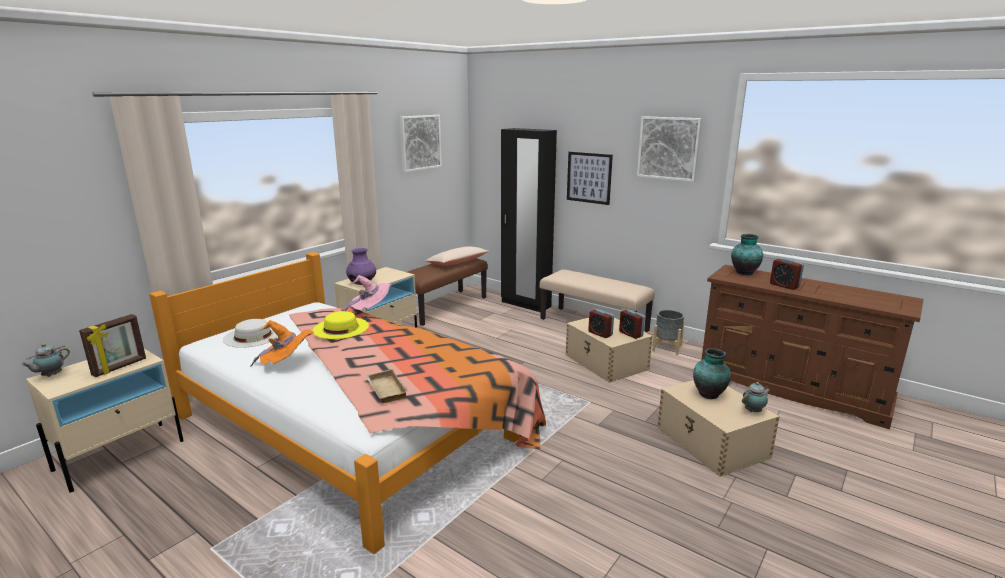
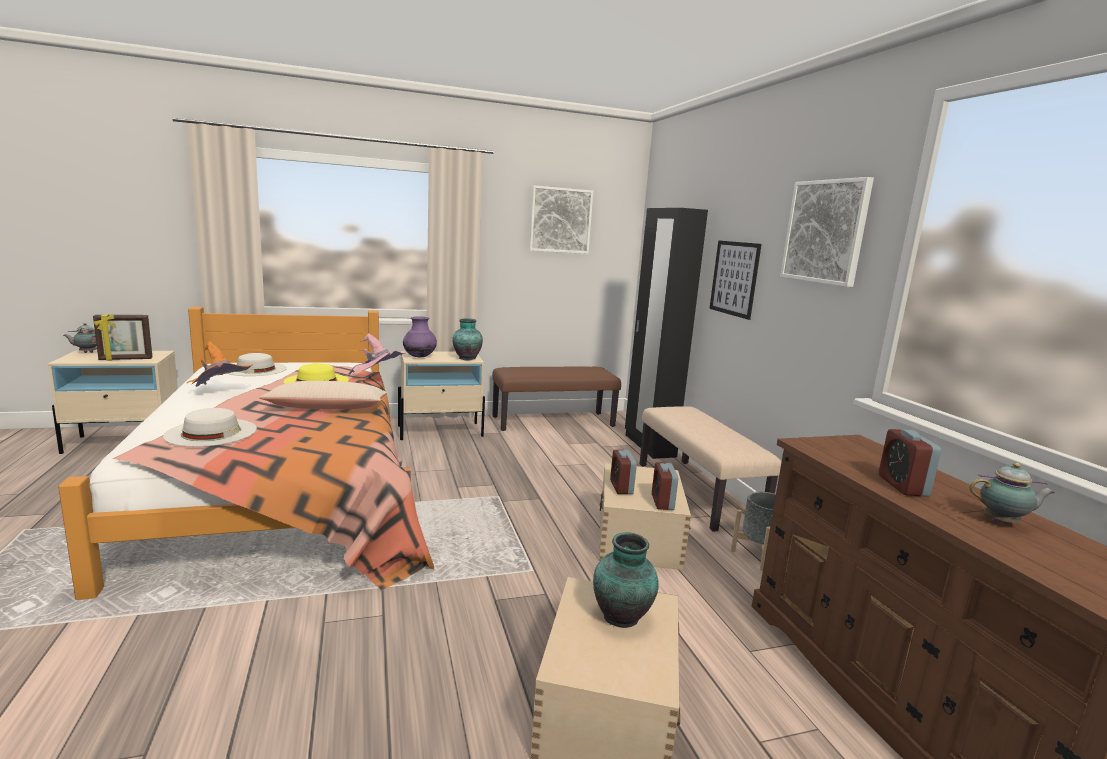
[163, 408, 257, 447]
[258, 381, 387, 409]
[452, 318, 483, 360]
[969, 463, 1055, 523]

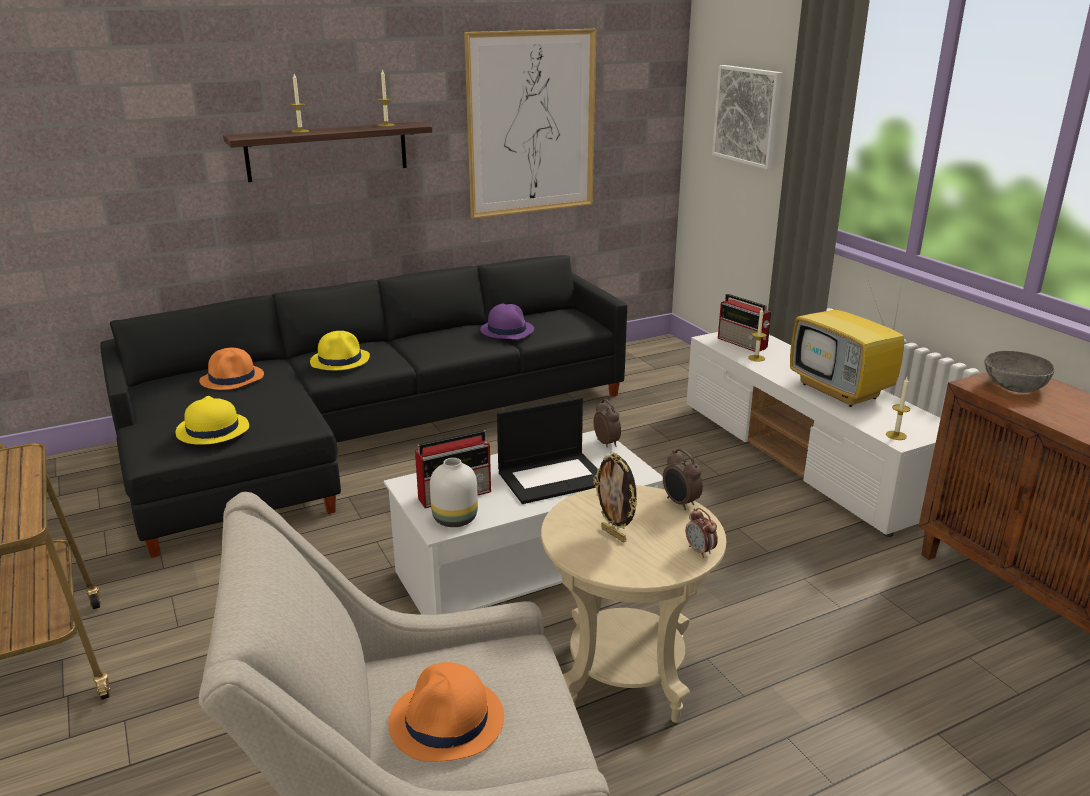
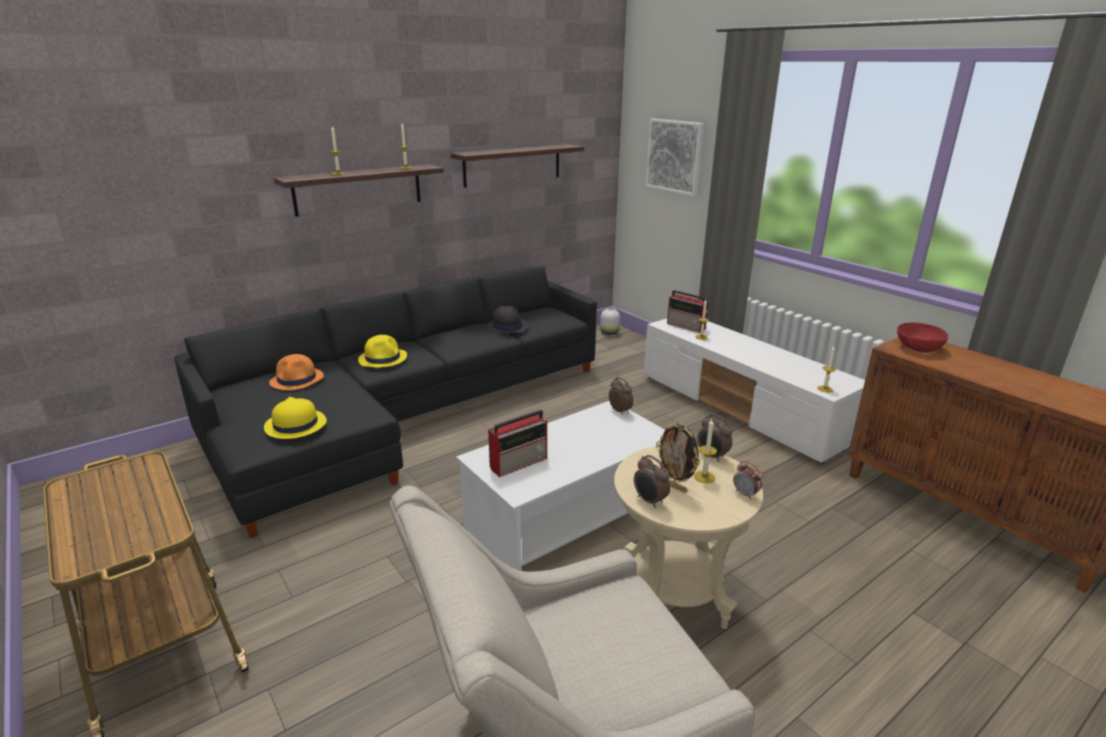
[388, 662, 504, 762] (first image)
[600, 306, 620, 335]
[451, 144, 584, 188]
[486, 306, 529, 333]
[497, 397, 598, 504] (first image)
[790, 278, 904, 407] (first image)
[897, 322, 948, 353]
[634, 455, 670, 508]
[694, 419, 717, 483]

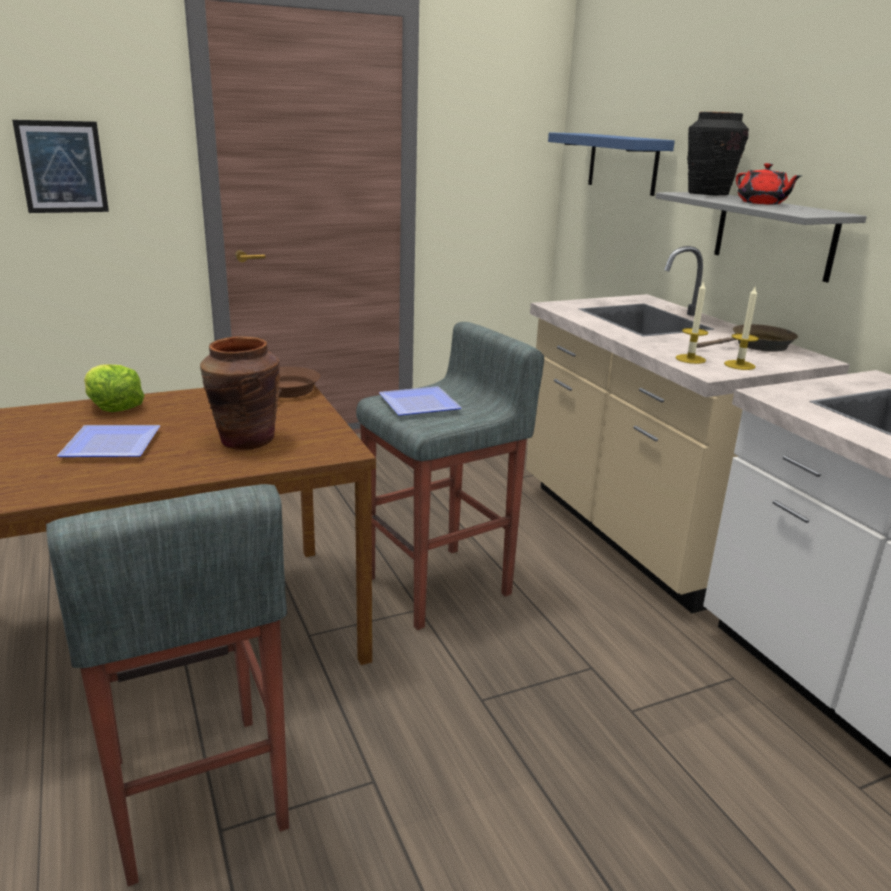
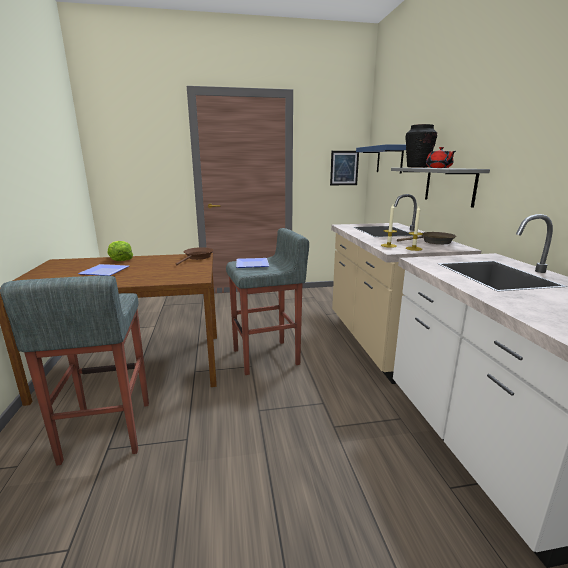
[330, 151, 359, 185]
[200, 337, 280, 450] (first image)

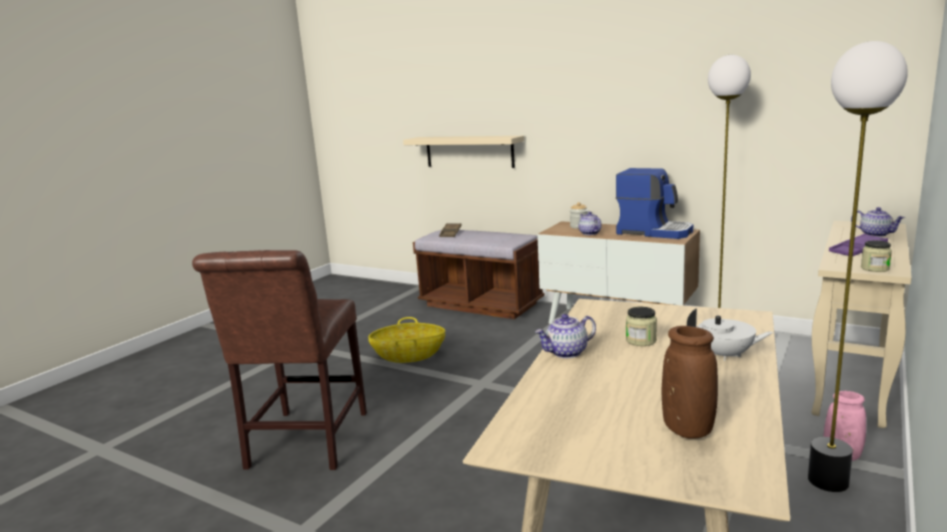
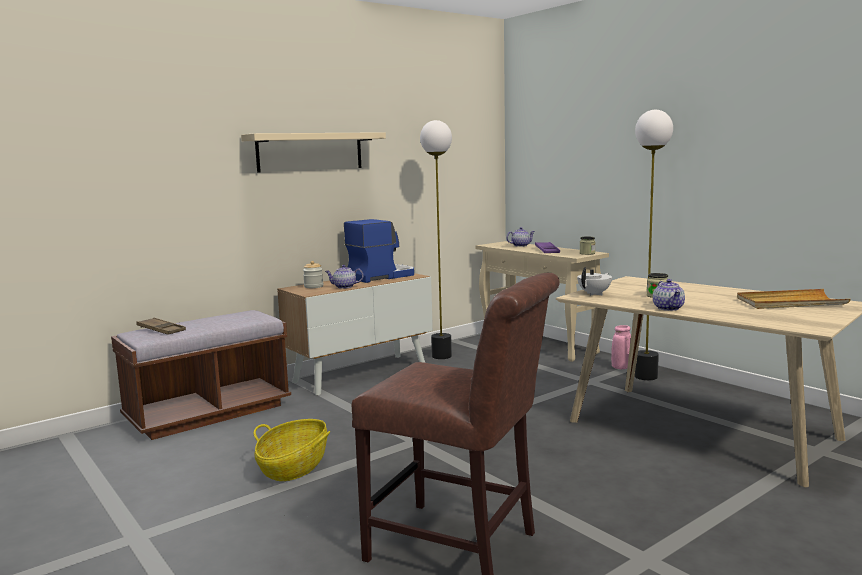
[241, 132, 386, 173]
[737, 289, 851, 309]
[577, 267, 612, 296]

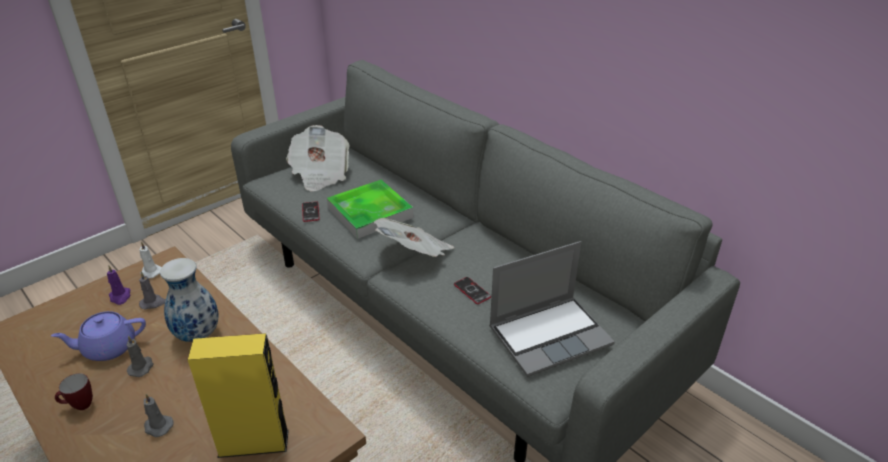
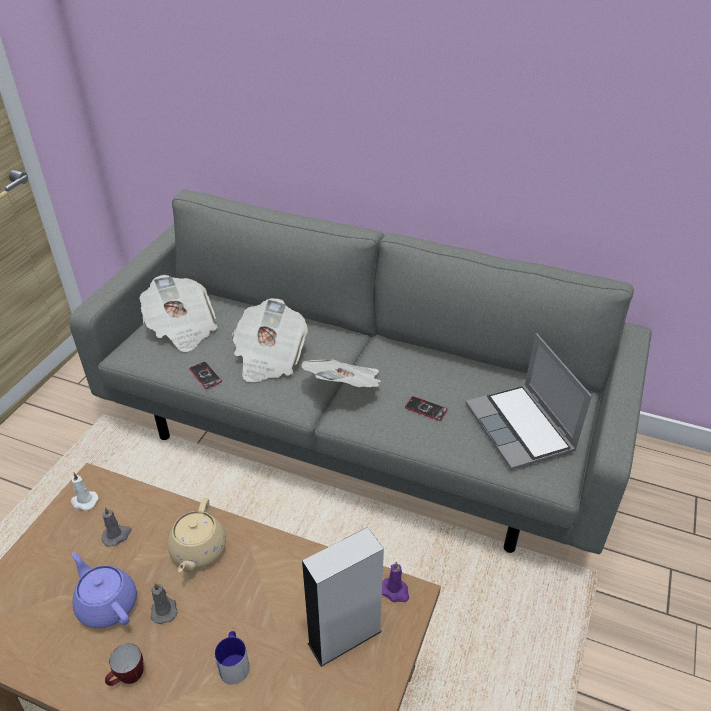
[72, 552, 137, 628]
[382, 561, 409, 602]
[215, 631, 250, 684]
[168, 498, 226, 572]
[302, 527, 384, 667]
[232, 298, 308, 382]
[466, 333, 592, 470]

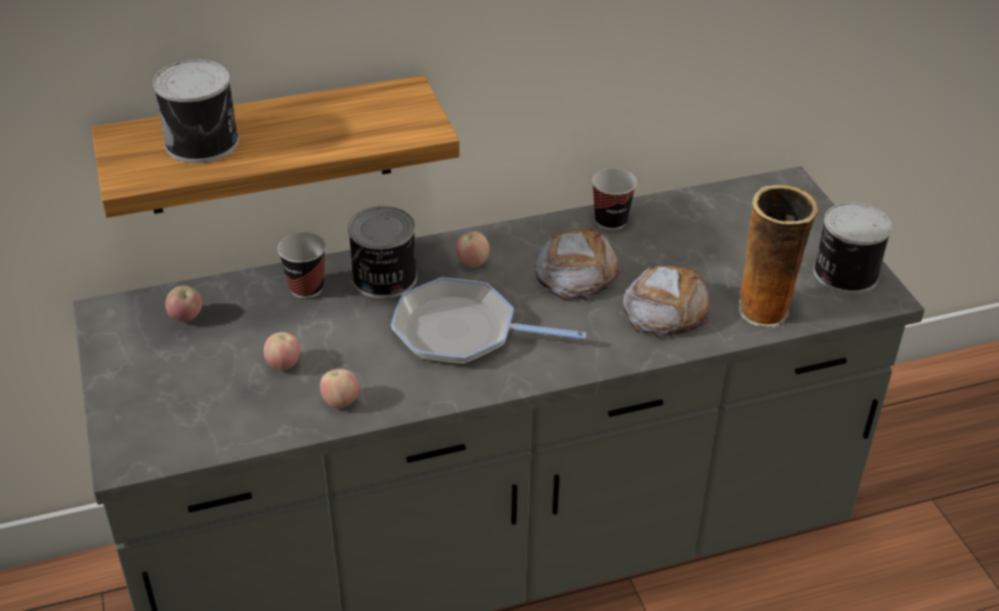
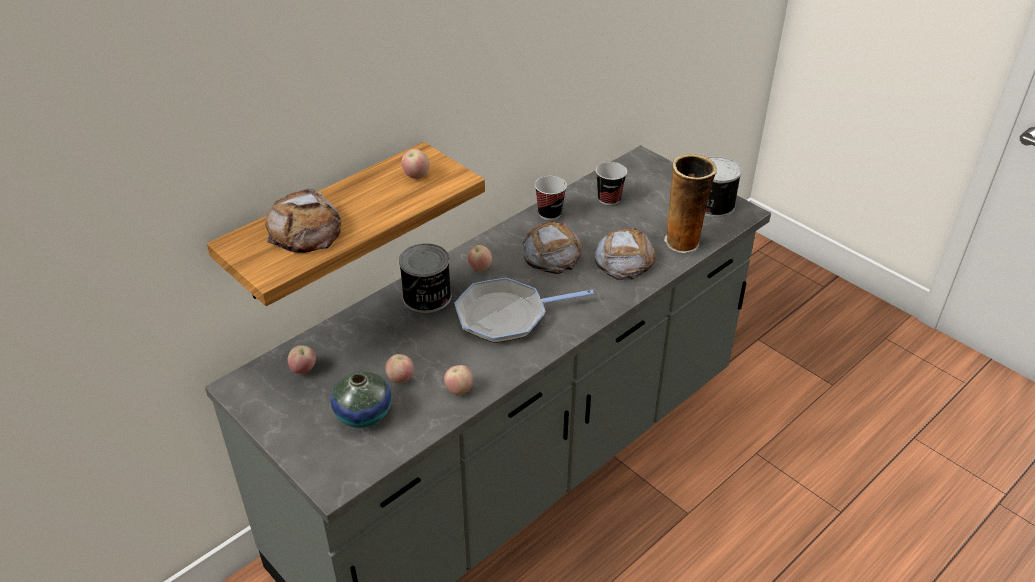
[265, 188, 341, 253]
[596, 162, 627, 205]
[330, 371, 392, 428]
[401, 149, 430, 179]

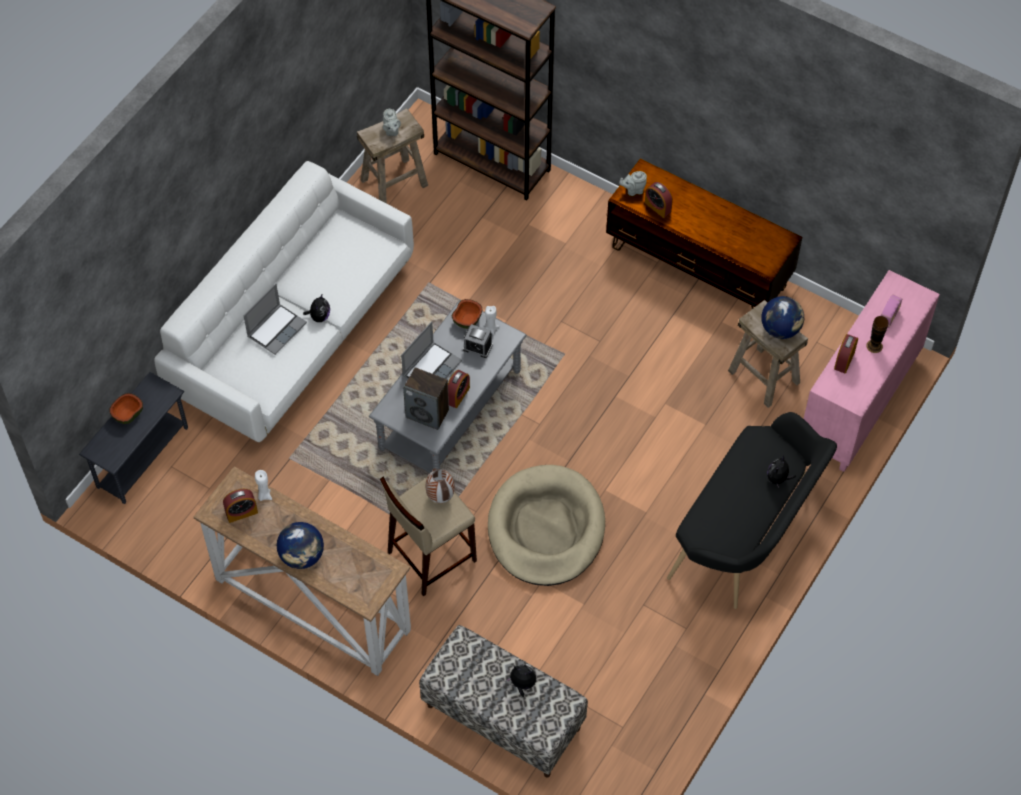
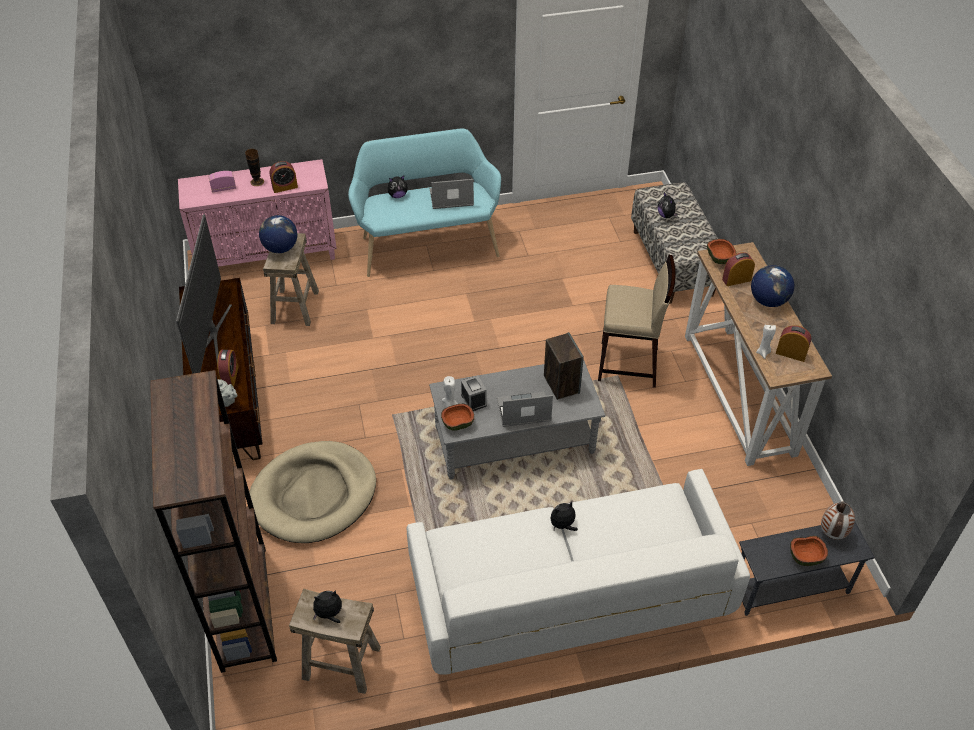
[430, 179, 474, 209]
[313, 590, 342, 623]
[821, 501, 855, 540]
[722, 252, 755, 286]
[249, 441, 376, 543]
[348, 129, 501, 277]
[176, 214, 232, 374]
[707, 239, 737, 264]

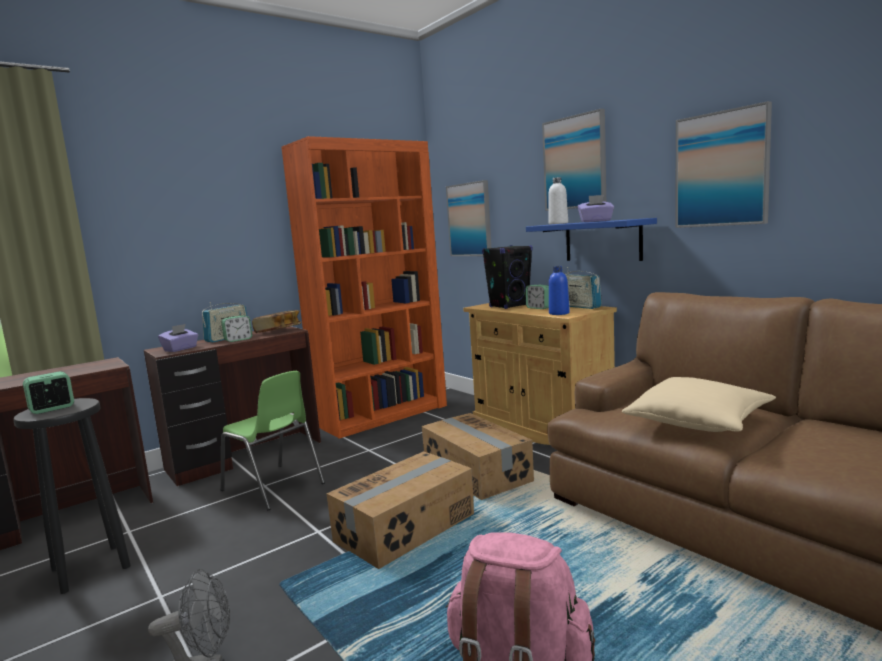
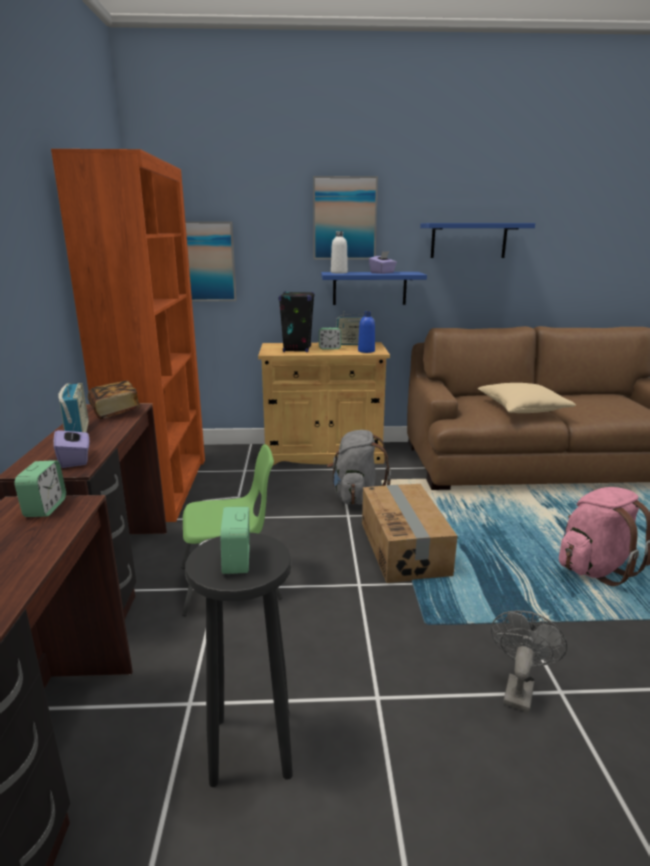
[15, 461, 66, 517]
[327, 430, 391, 505]
[420, 223, 535, 258]

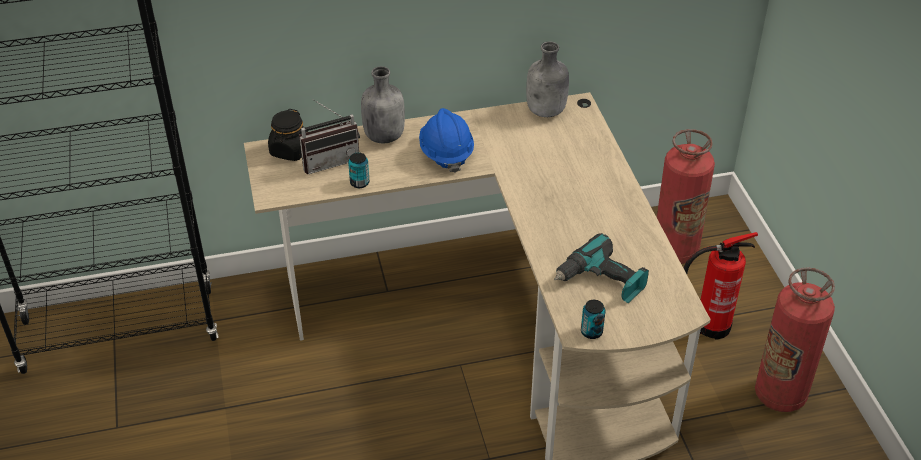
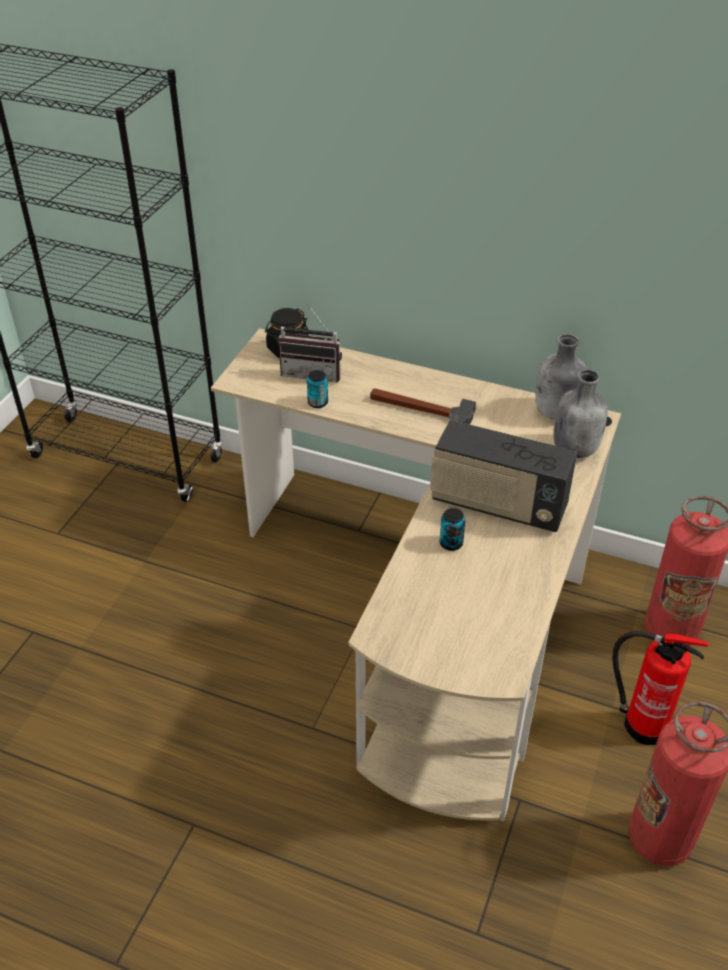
[553, 370, 608, 458]
[370, 388, 476, 424]
[554, 233, 649, 303] (first image)
[440, 508, 465, 551]
[430, 420, 577, 532]

